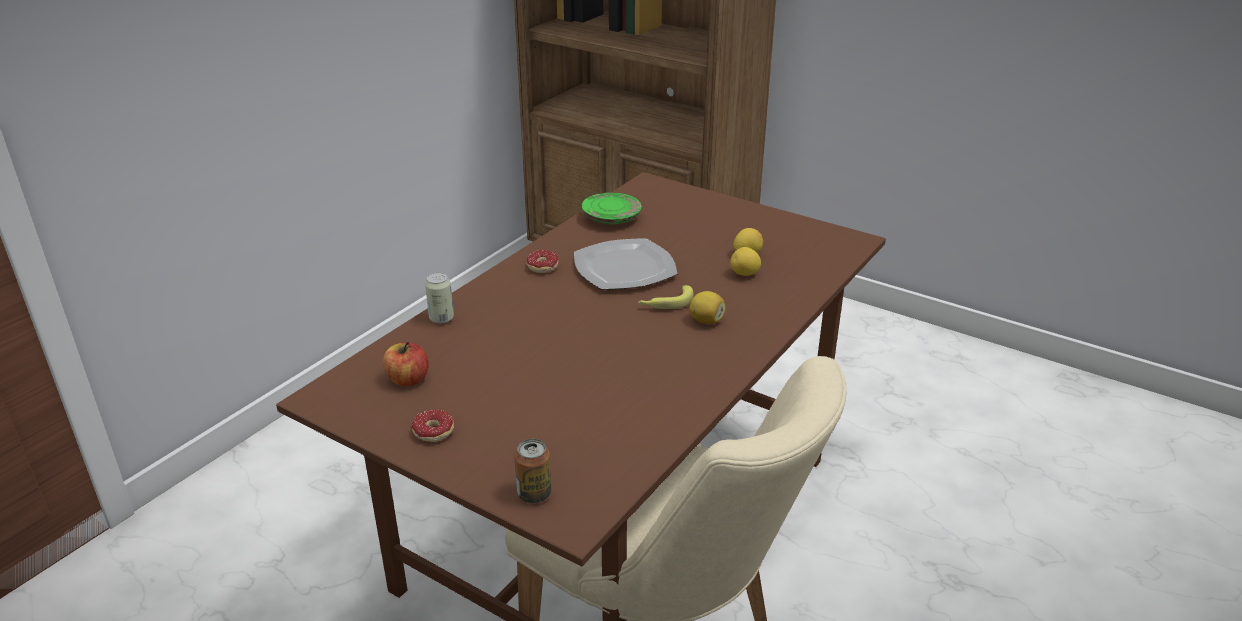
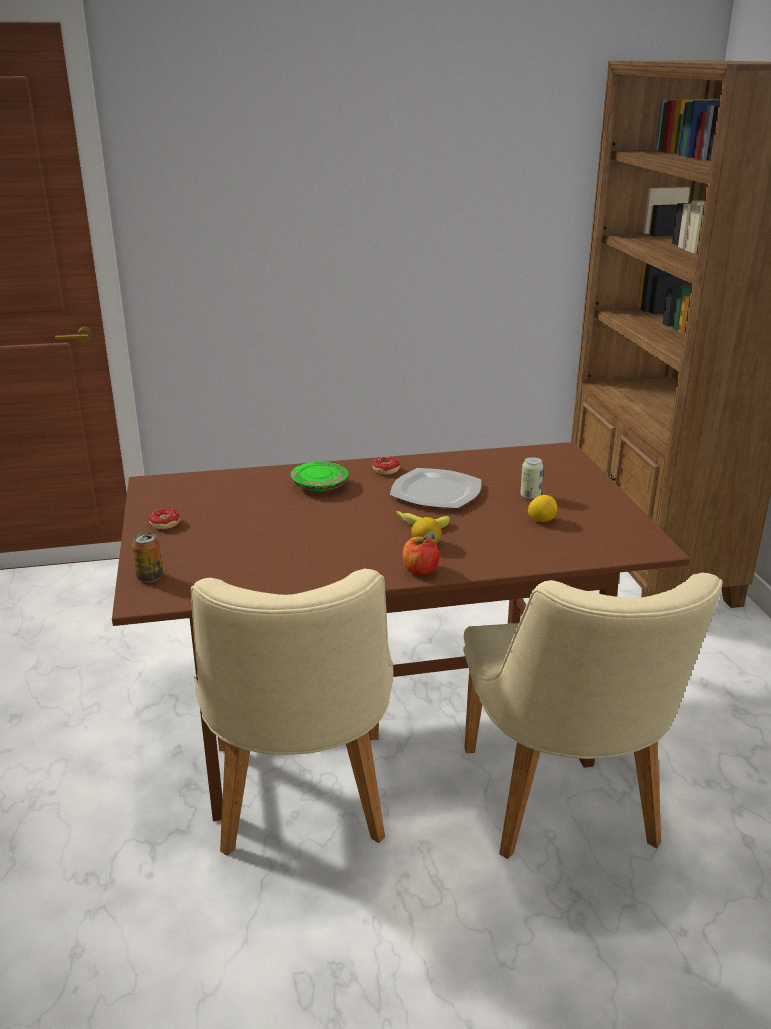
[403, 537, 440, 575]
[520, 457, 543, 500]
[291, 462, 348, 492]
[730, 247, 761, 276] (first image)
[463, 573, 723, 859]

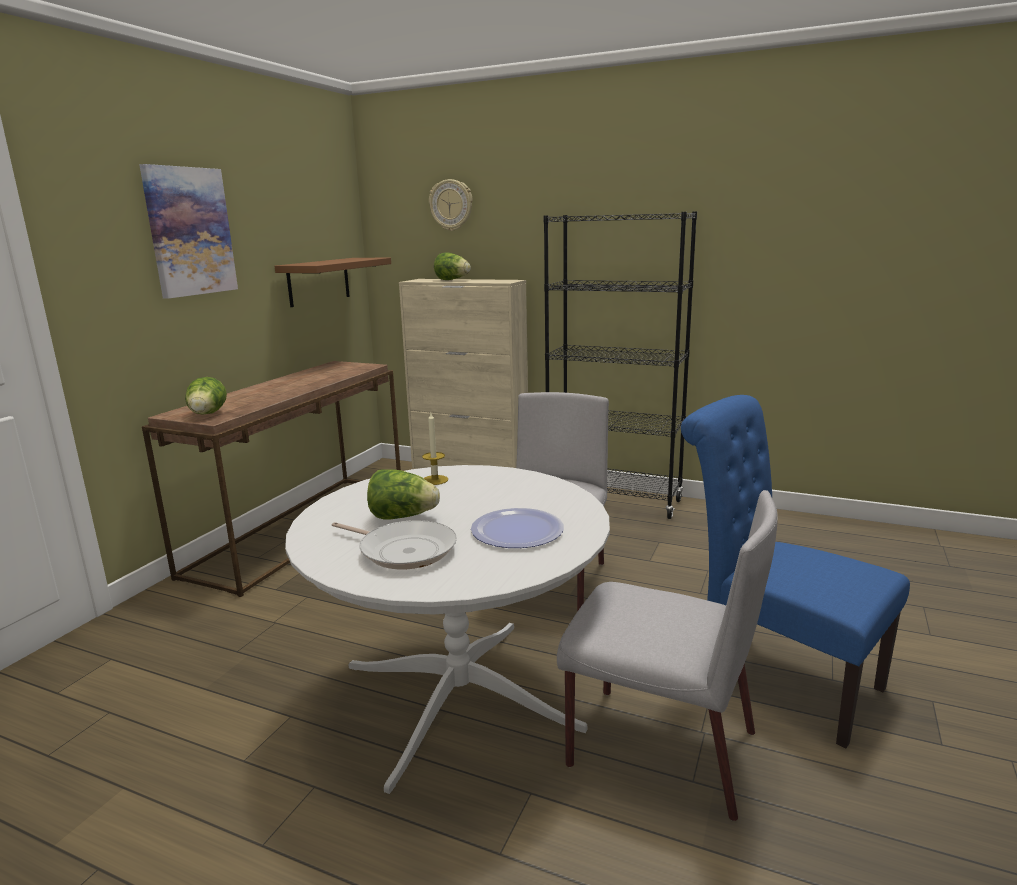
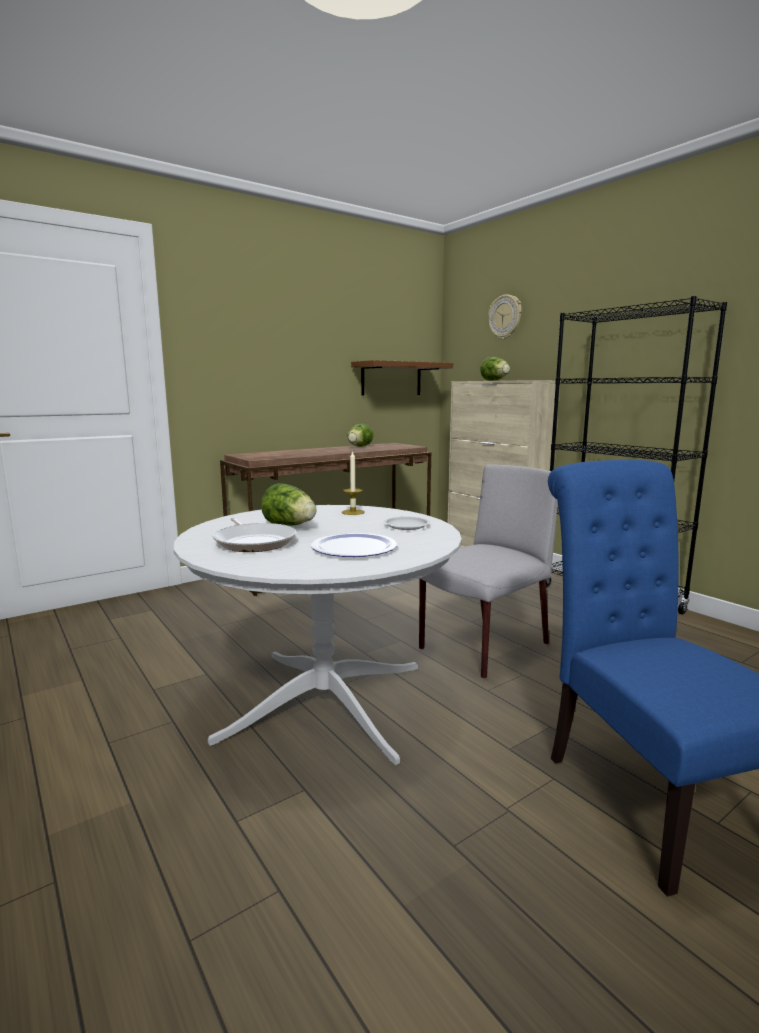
[139, 164, 238, 299] (first image)
[347, 424, 373, 447]
[557, 490, 778, 821] (first image)
[384, 517, 430, 530]

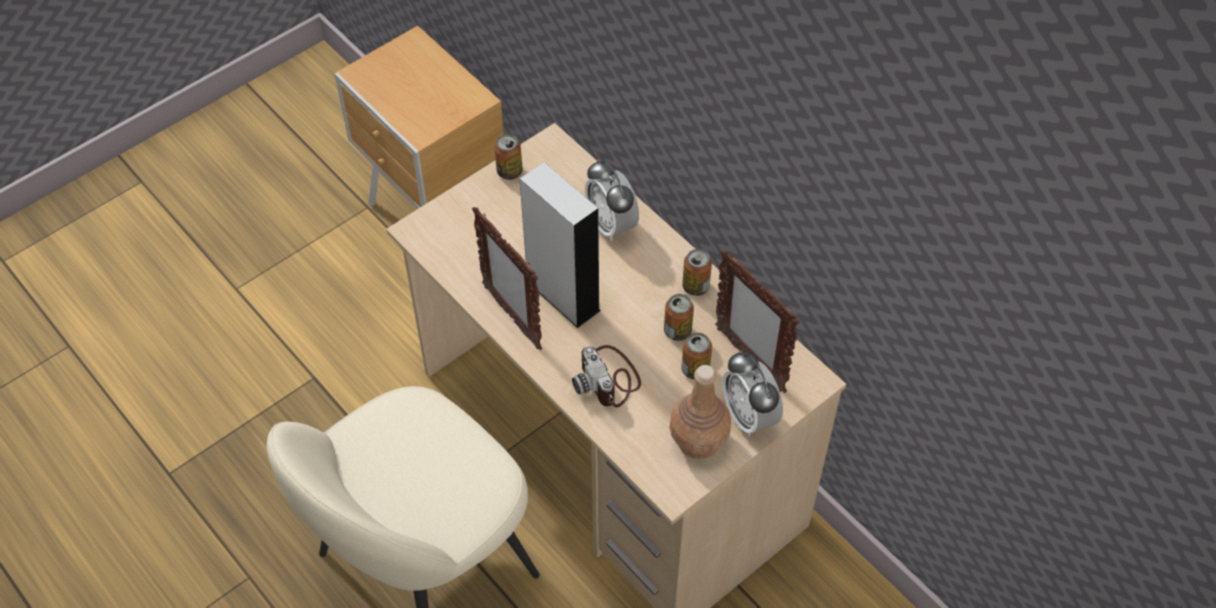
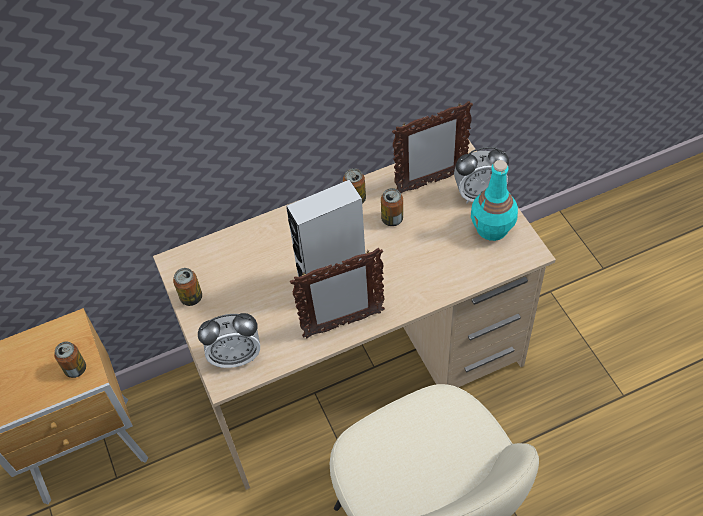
[572, 345, 641, 408] (first image)
[198, 313, 260, 368]
[471, 160, 518, 241]
[54, 341, 86, 378]

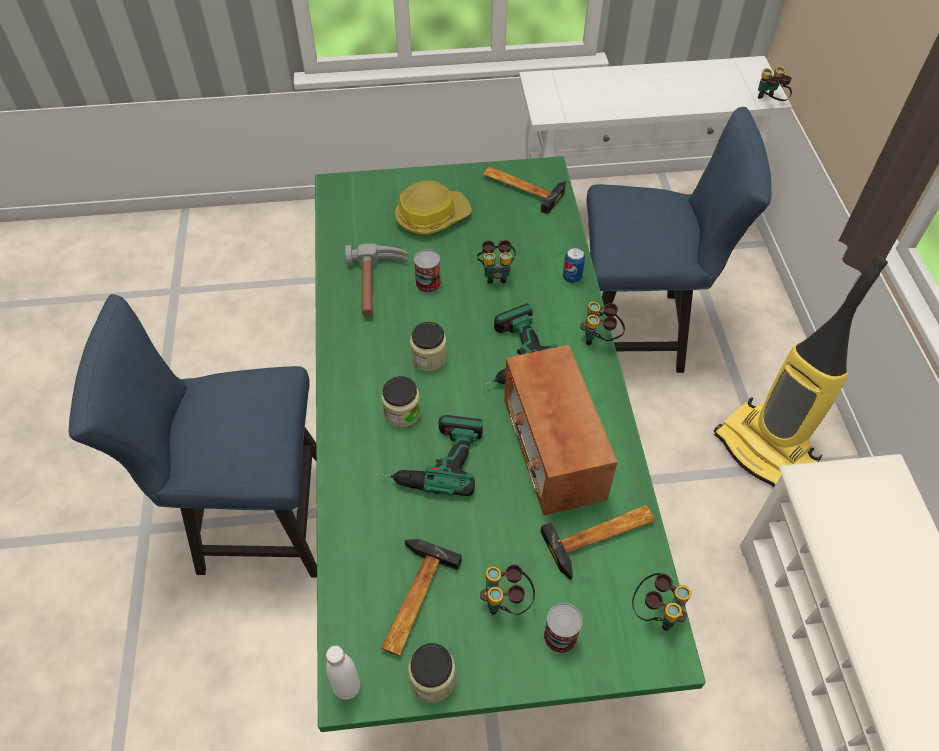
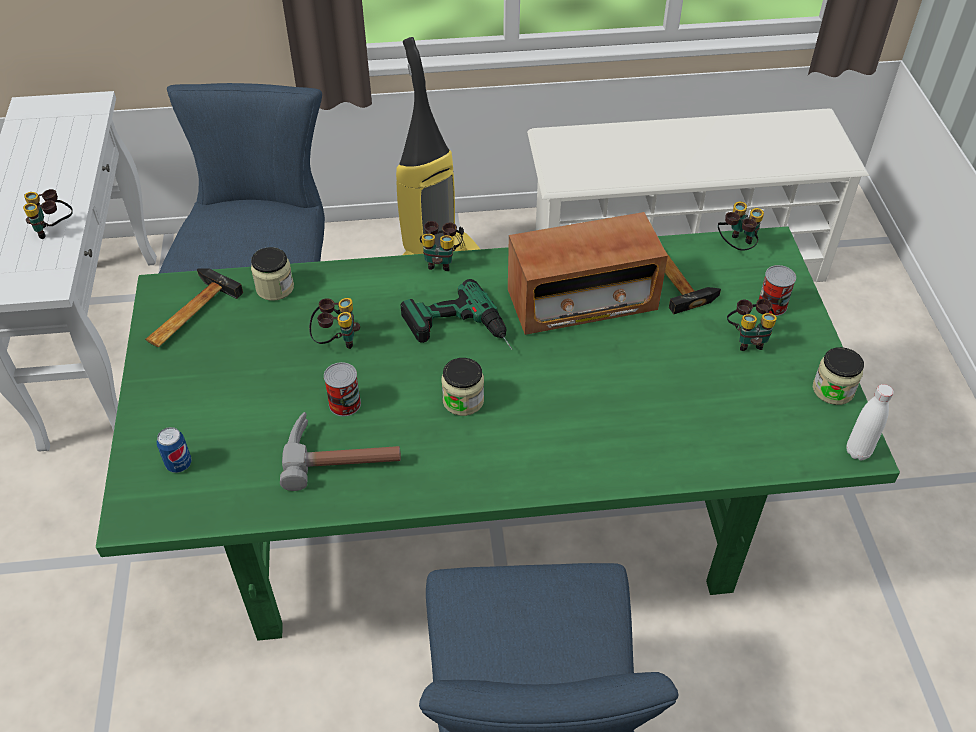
[374, 415, 483, 496] (first image)
[251, 247, 294, 301]
[381, 539, 462, 656] (first image)
[395, 180, 472, 235] (first image)
[157, 427, 192, 473]
[23, 189, 73, 239]

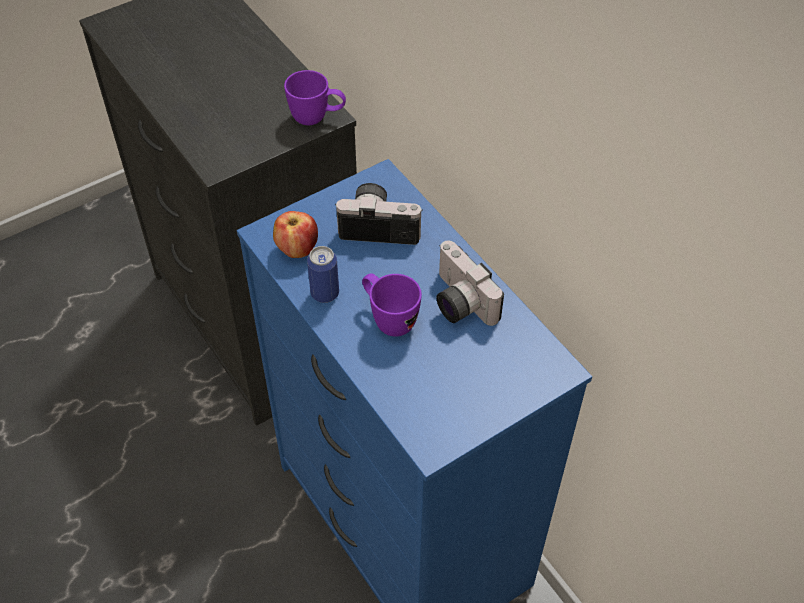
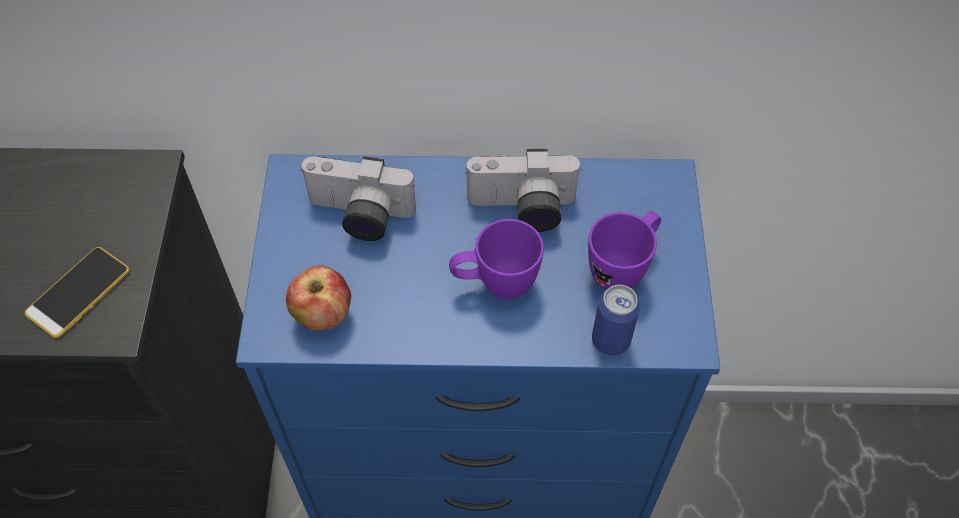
[588, 211, 661, 290]
[592, 285, 640, 355]
[300, 156, 416, 241]
[25, 247, 130, 338]

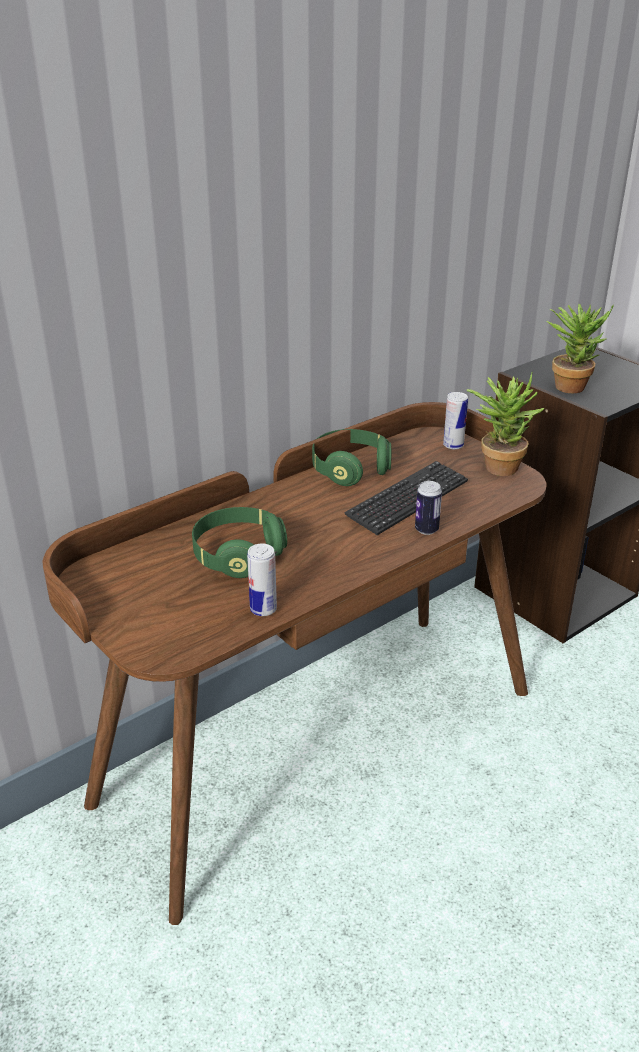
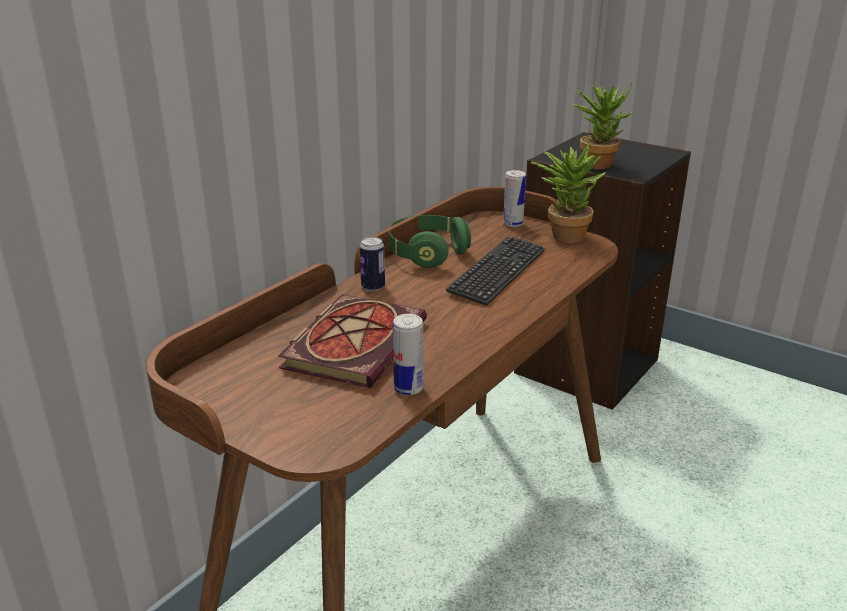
[278, 294, 427, 388]
[360, 237, 385, 291]

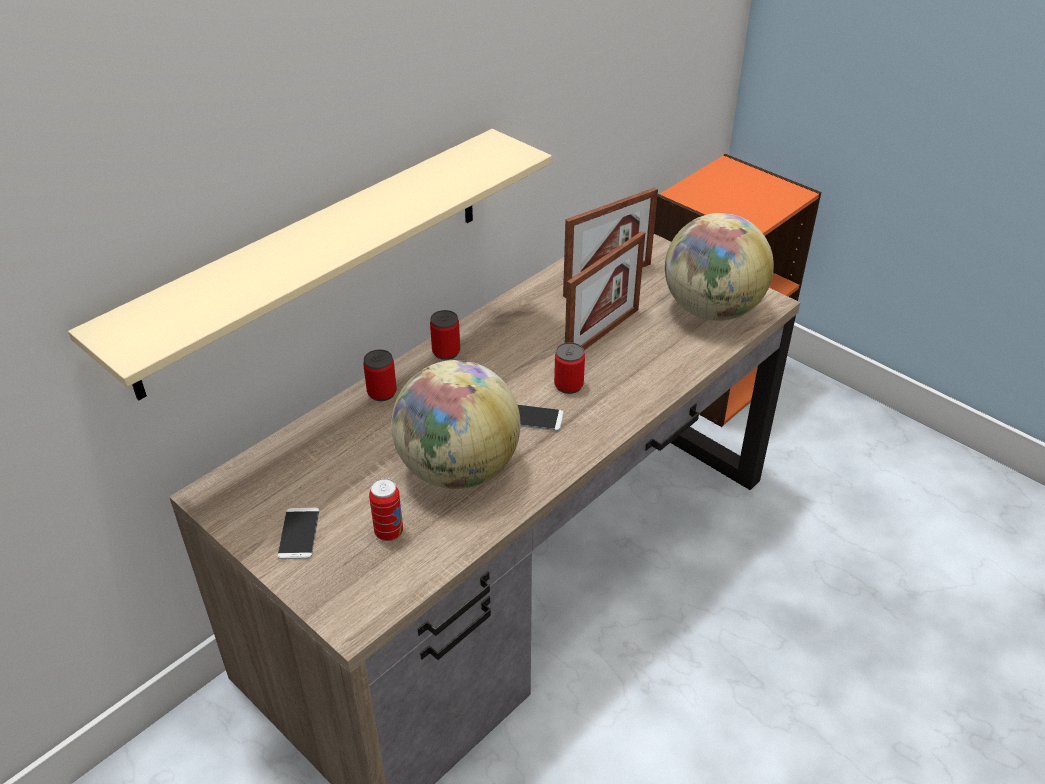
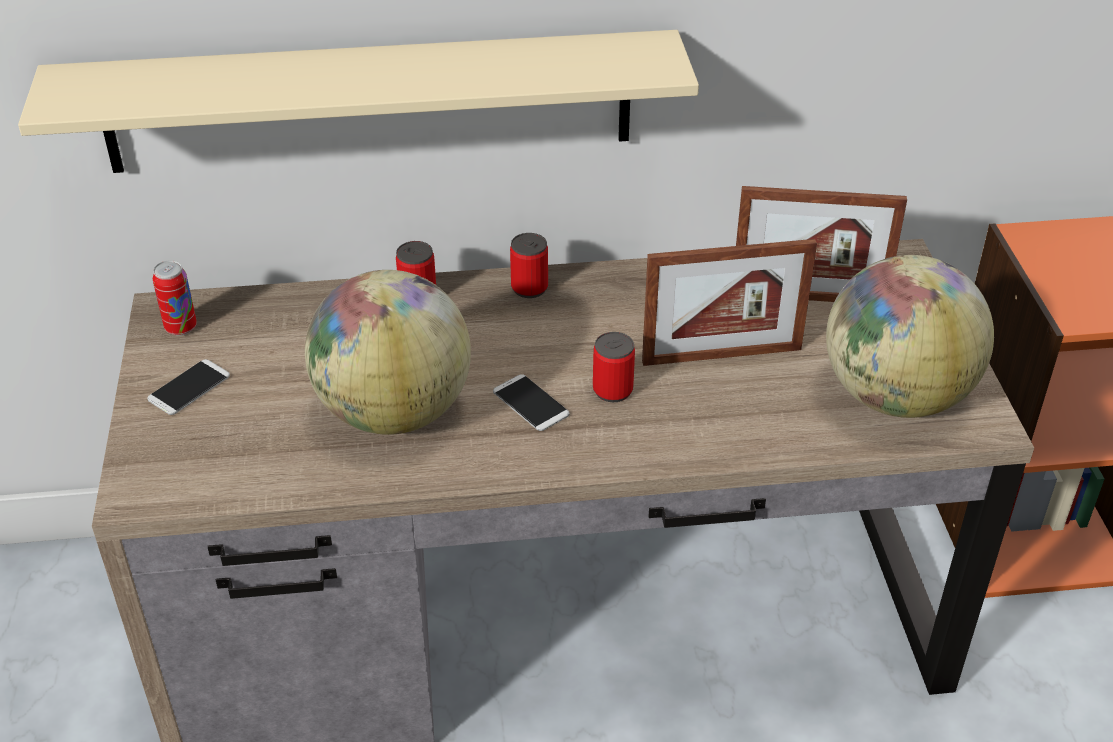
[153, 260, 197, 336]

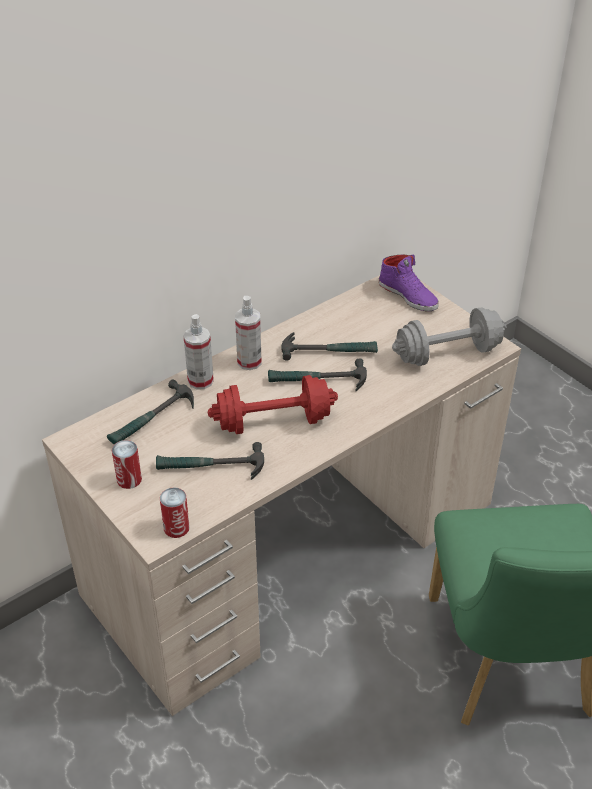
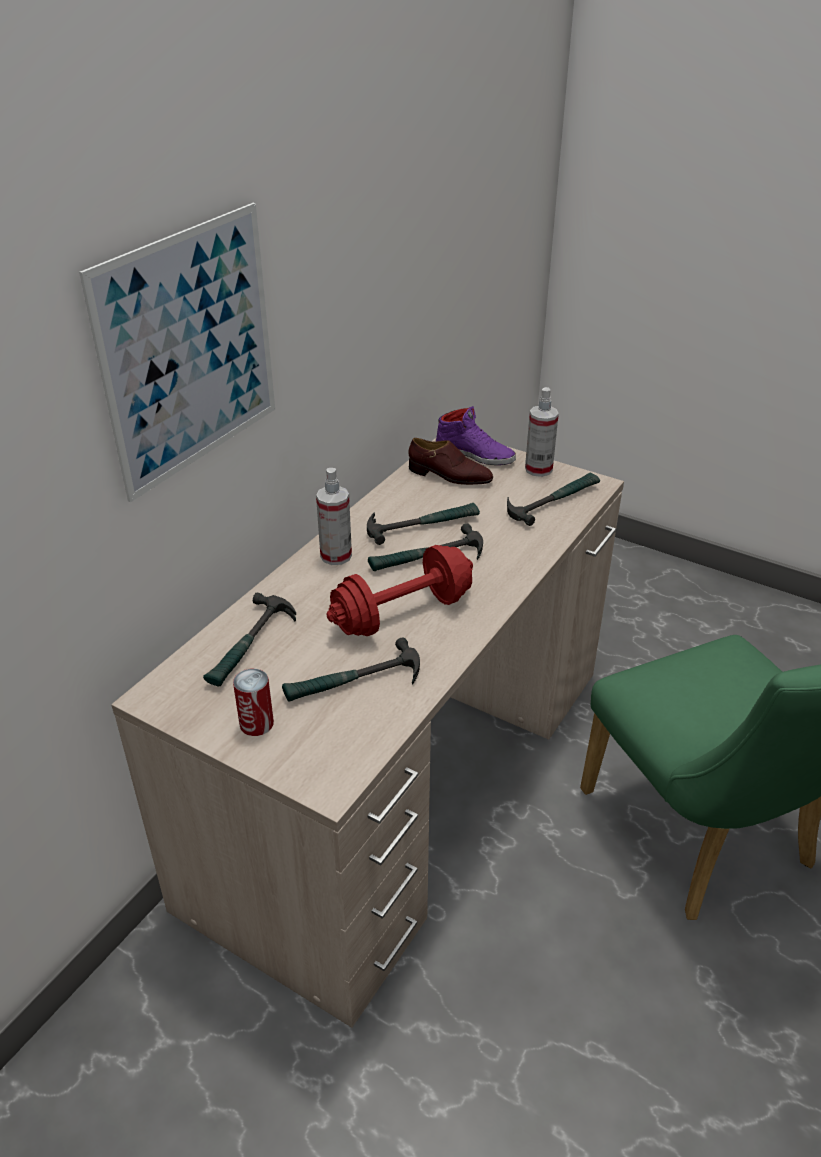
[160, 487, 190, 538] (first image)
[525, 387, 559, 477]
[507, 473, 600, 526]
[79, 203, 275, 502]
[408, 438, 493, 485]

